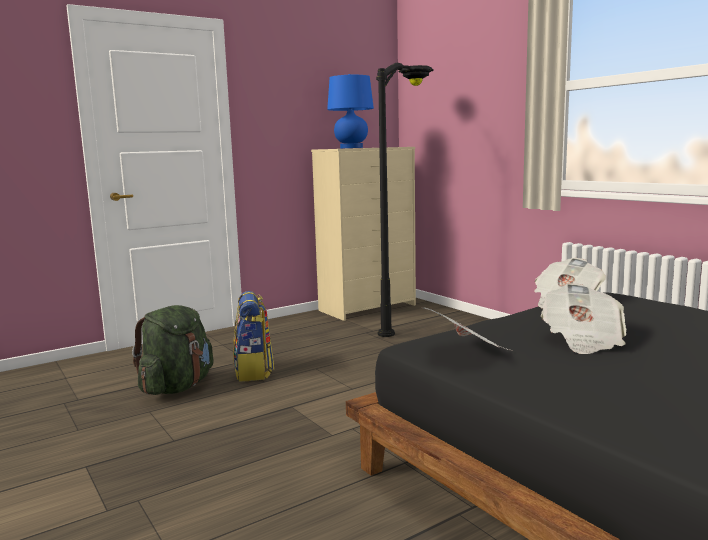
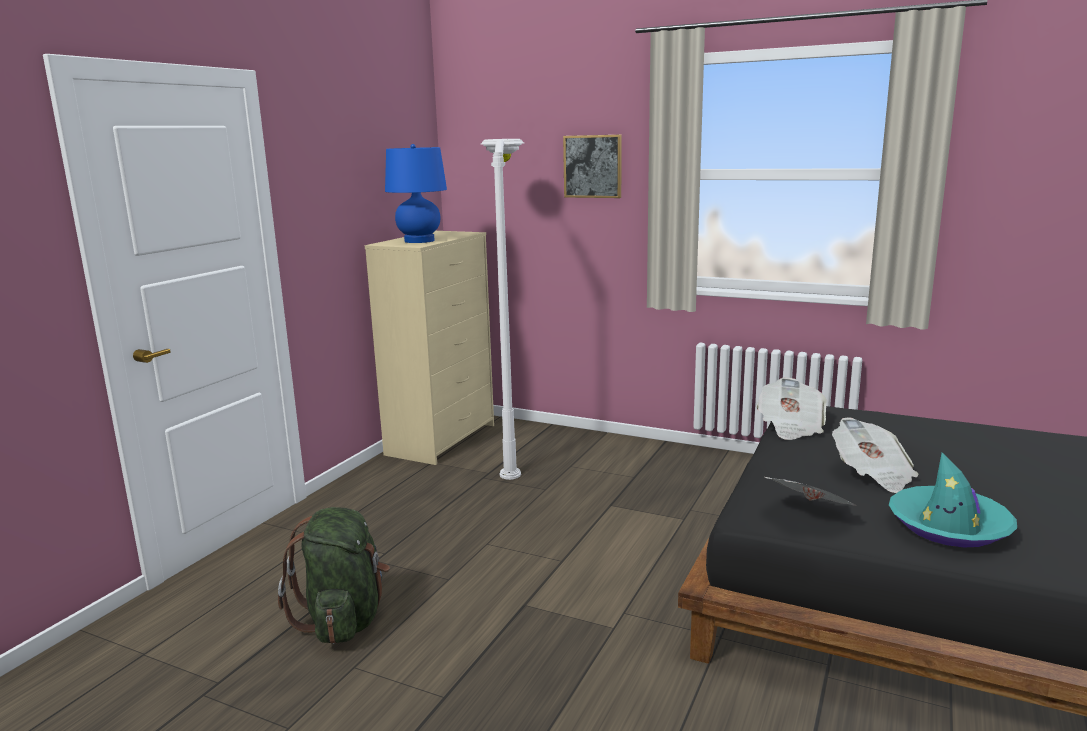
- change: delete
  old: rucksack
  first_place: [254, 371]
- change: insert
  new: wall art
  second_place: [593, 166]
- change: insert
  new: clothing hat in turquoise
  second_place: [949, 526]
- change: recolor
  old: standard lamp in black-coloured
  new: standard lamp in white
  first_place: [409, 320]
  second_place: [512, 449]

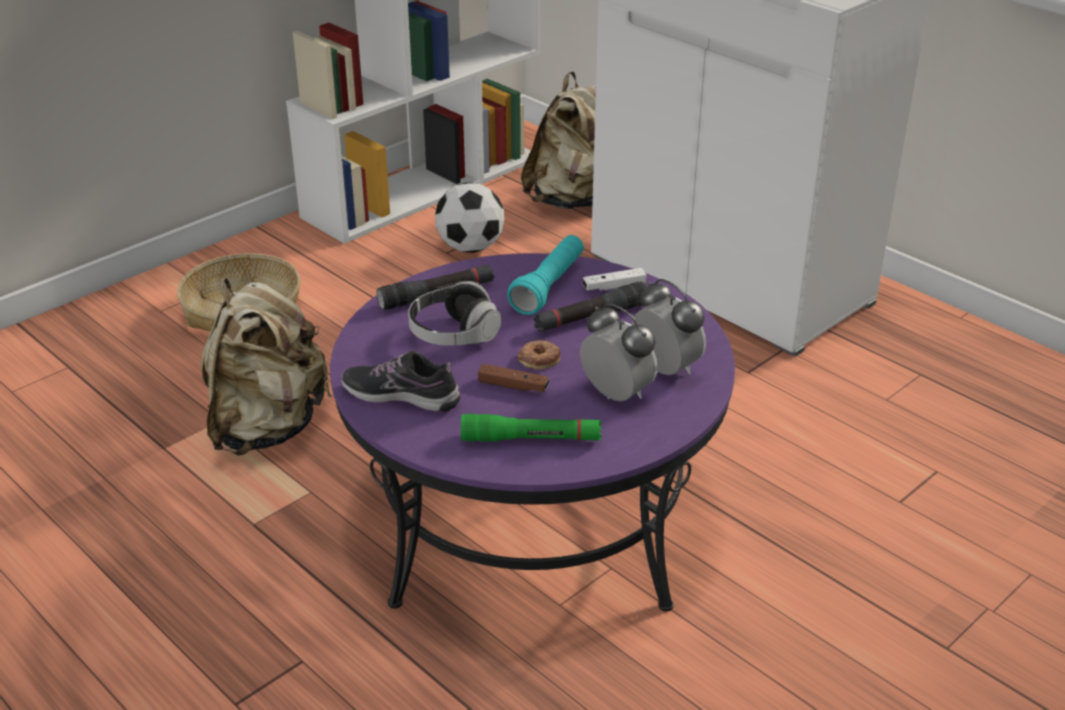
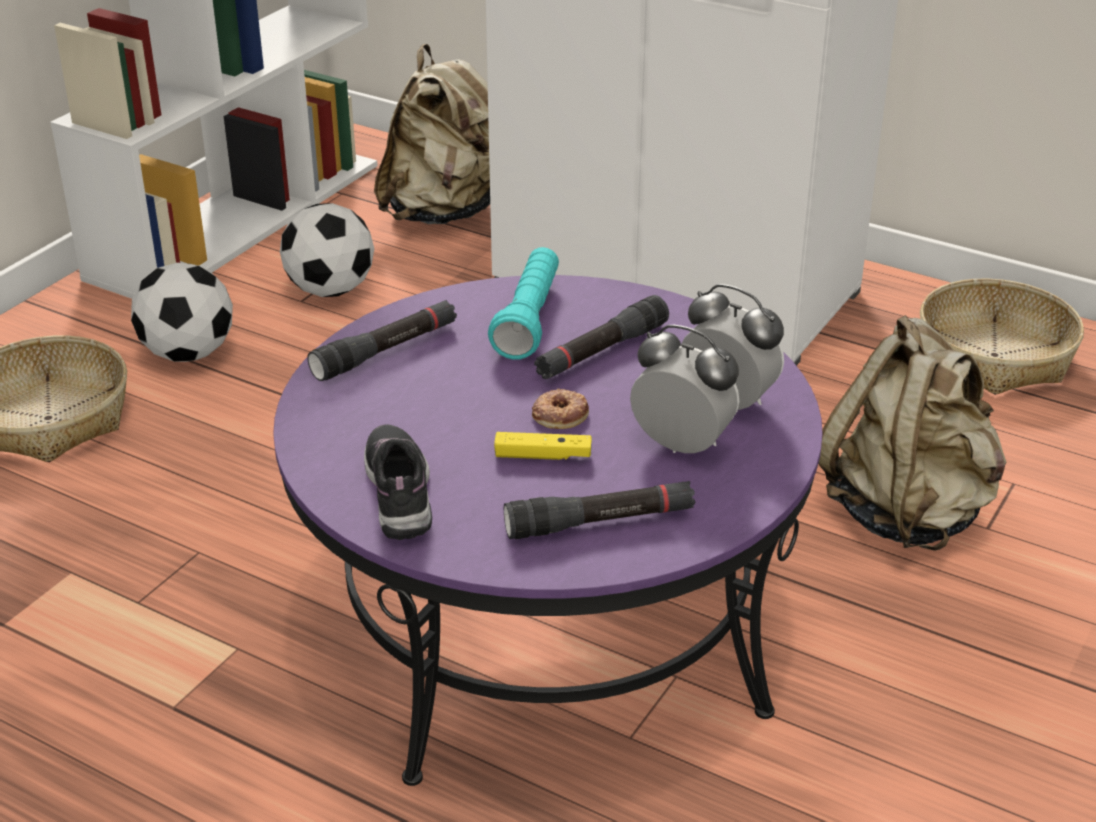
- change: delete
  old: headset
  first_place: [454, 334]
- change: delete
  old: gamepad in white
  first_place: [614, 287]
- change: insert
  new: ball for football
  second_place: [188, 353]
- change: insert
  new: household basket
  second_place: [994, 356]
- change: move
  old: rucksack in beige
  first_place: [267, 427]
  second_place: [907, 511]
- change: recolor
  old: hand torch in green
  new: hand torch in black-coloured
  first_place: [531, 439]
  second_place: [600, 522]
- change: recolor
  old: gamepad in brown
  new: gamepad in yellow-coloured
  first_place: [513, 386]
  second_place: [543, 455]
- change: rotate
  old: item of footwear
  first_place: [401, 395]
  second_place: [399, 492]
  degrees: 75

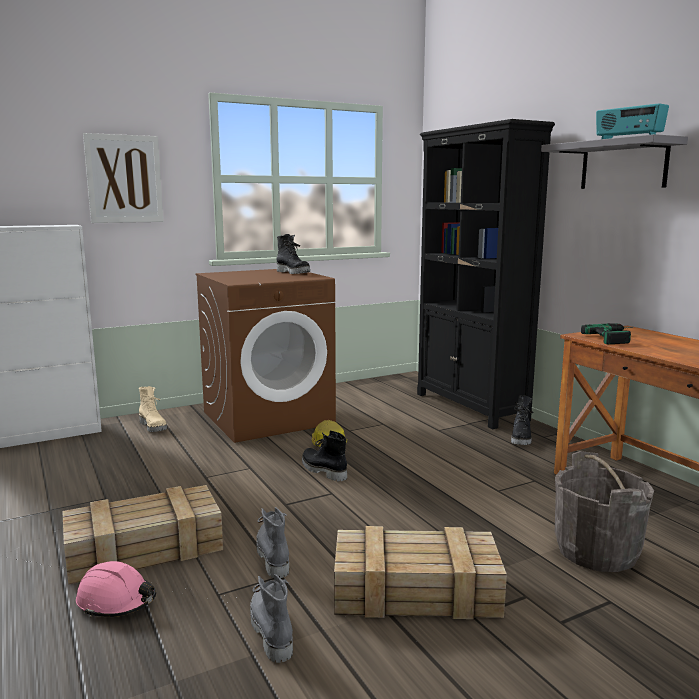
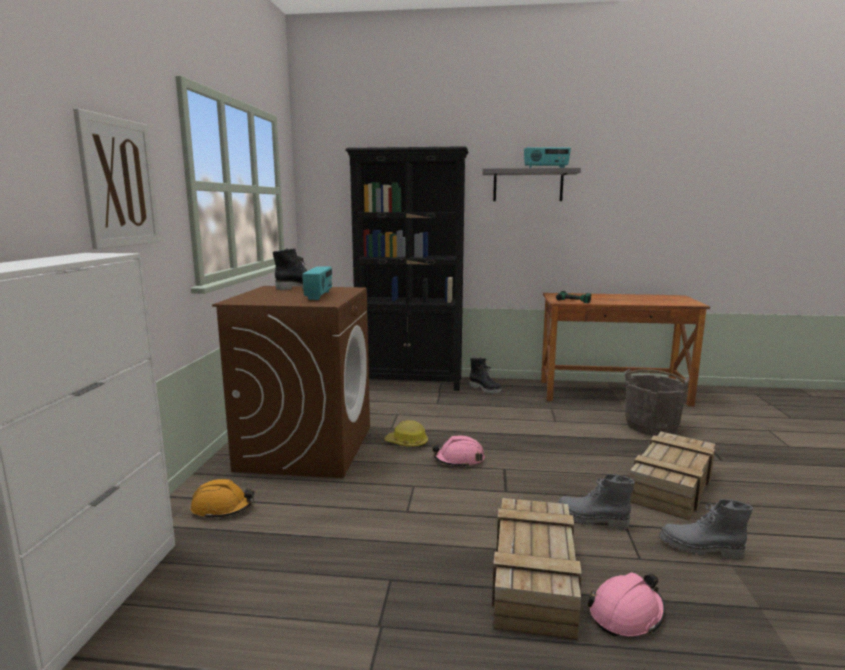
- change: insert
  new: radio
  second_place: [319, 295]
- change: replace
  old: boot in beige
  new: hard hat in orangey
  first_place: [154, 426]
  second_place: [222, 508]
- change: replace
  old: boot in black-coloured
  new: hard hat in pink-coloured
  first_place: [322, 471]
  second_place: [459, 460]

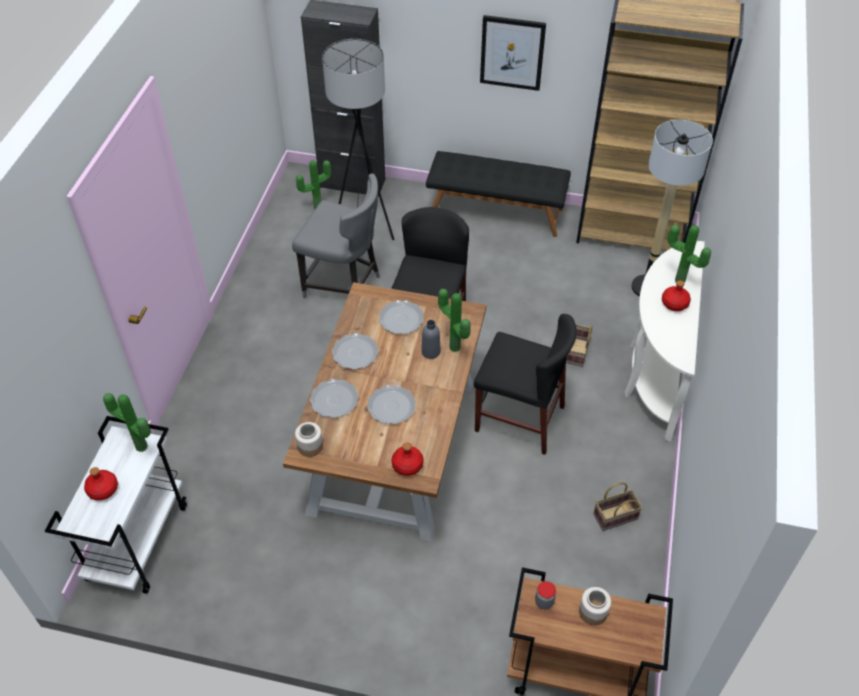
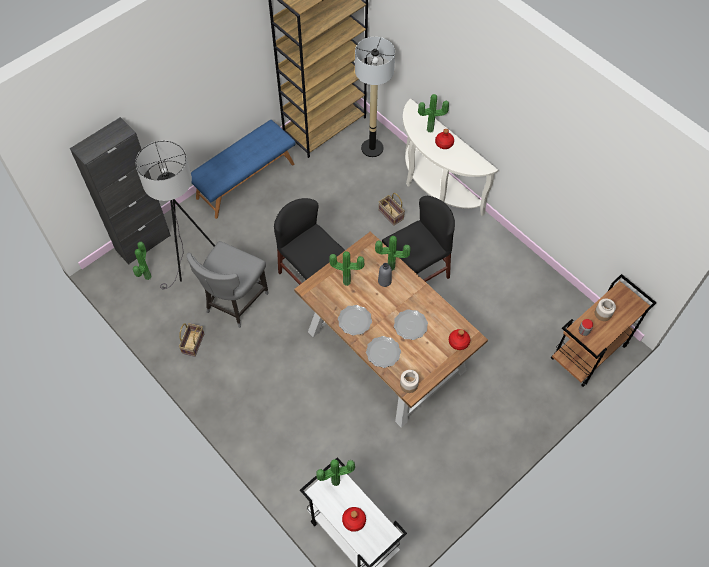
- change: delete
  old: wall art
  first_place: [512, 52]
- change: move
  old: household basket
  first_place: [615, 517]
  second_place: [193, 344]
- change: replace
  old: dinner plate
  new: potted plant
  first_place: [401, 319]
  second_place: [347, 281]
- change: recolor
  old: bench in black-coloured
  new: bench in blue
  first_place: [496, 212]
  second_place: [245, 180]
- change: rotate
  old: chair in grey
  first_place: [344, 285]
  second_place: [234, 302]
  degrees: 150

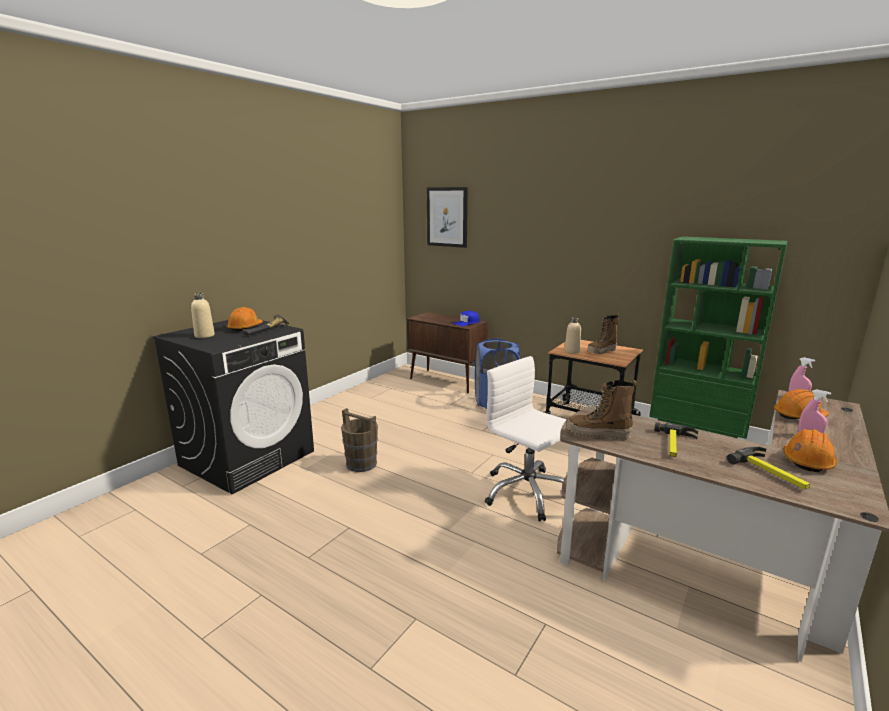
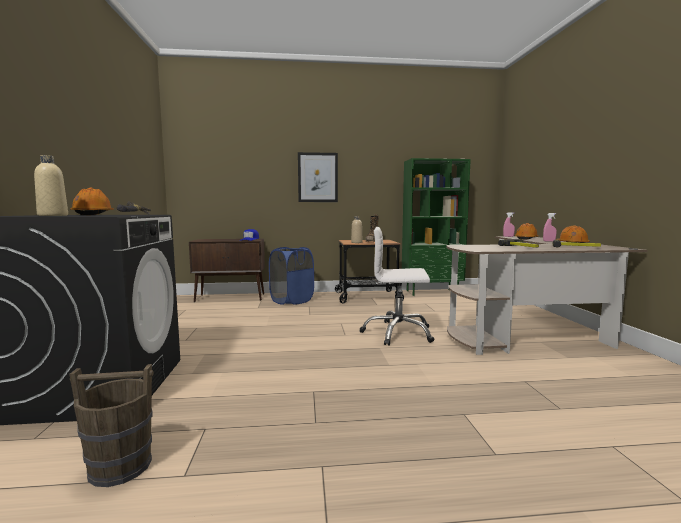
- change: delete
  old: boot
  first_place: [598, 434]
- change: move
  old: water bucket in brown
  first_place: [361, 464]
  second_place: [119, 467]
- change: move
  old: wall art
  first_place: [447, 217]
  second_place: [317, 177]

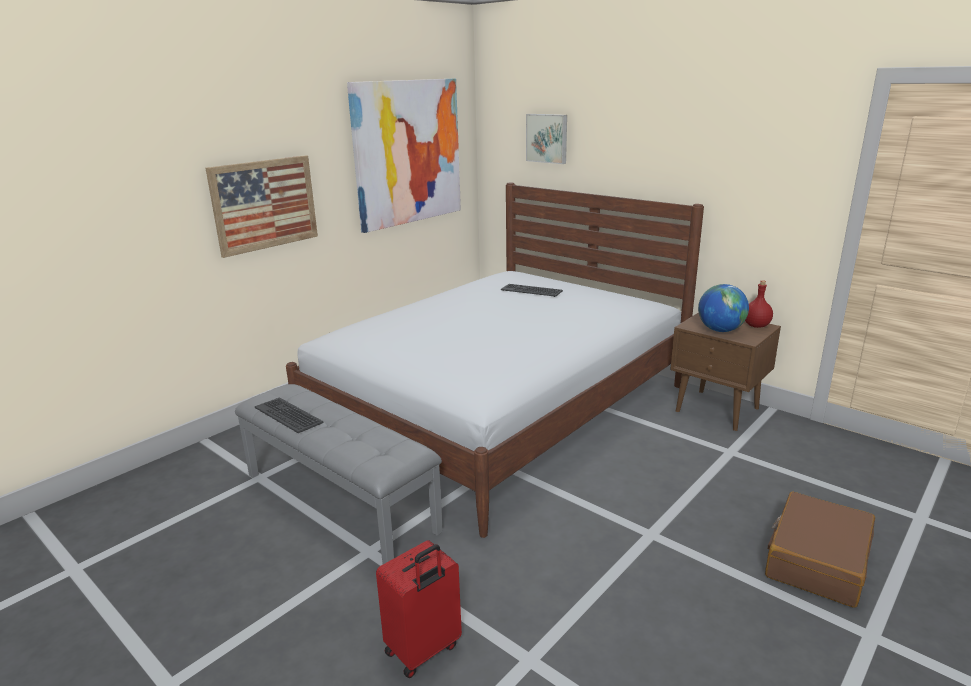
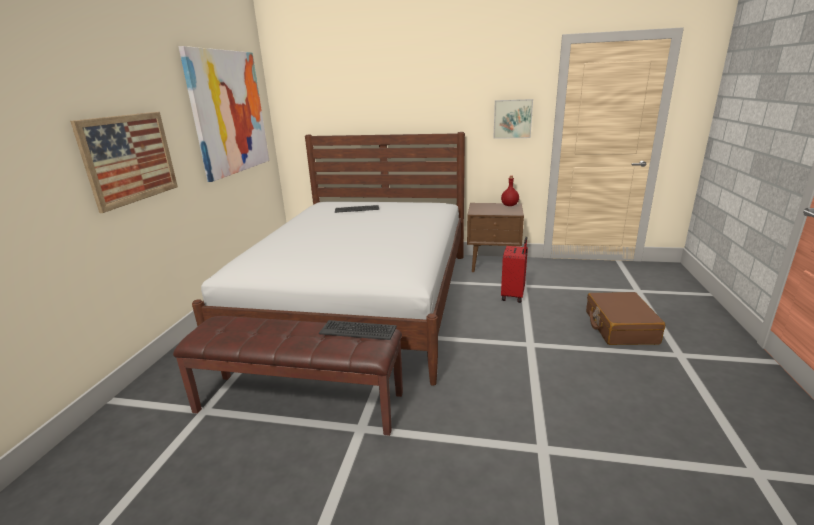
- change: delete
  old: globe
  first_place: [720, 330]
- change: move
  old: keyboard
  first_place: [289, 415]
  second_place: [358, 330]
- change: move
  old: travel case in red
  first_place: [423, 650]
  second_place: [513, 296]
- change: move
  old: wall art
  first_place: [547, 138]
  second_place: [512, 119]
- change: recolor
  old: bench in grey
  new: bench in brown
  first_place: [340, 501]
  second_place: [300, 401]

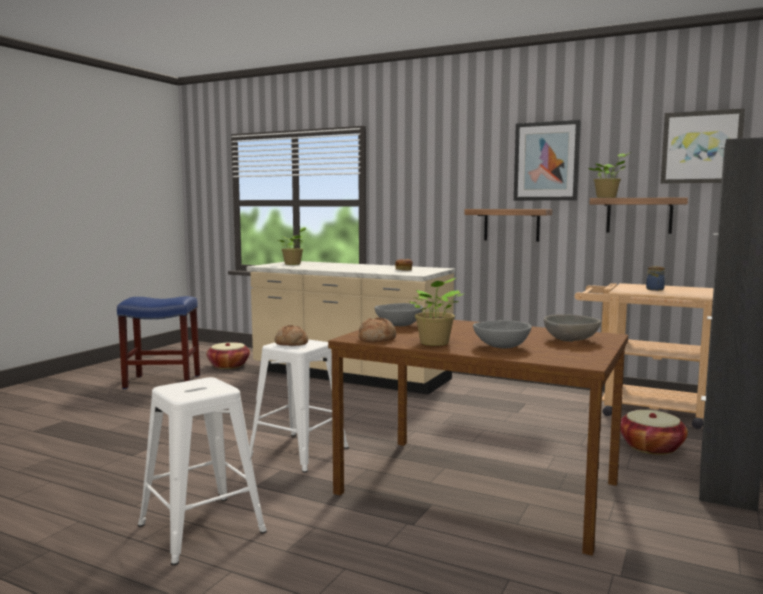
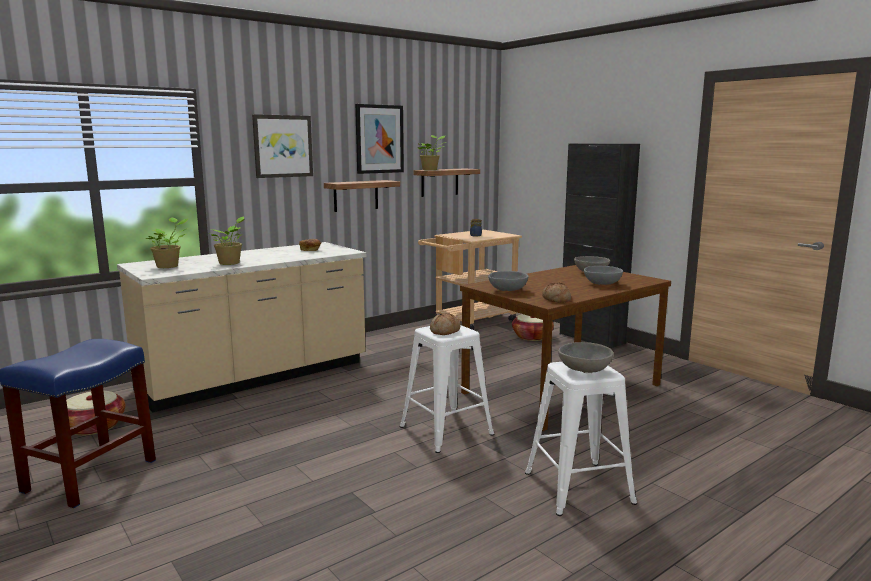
- change: insert
  new: serving bowl in grey
  second_place: [583, 370]
- change: move
  old: potted plant
  first_place: [434, 343]
  second_place: [230, 263]
- change: move
  old: wall art
  first_place: [701, 147]
  second_place: [282, 146]

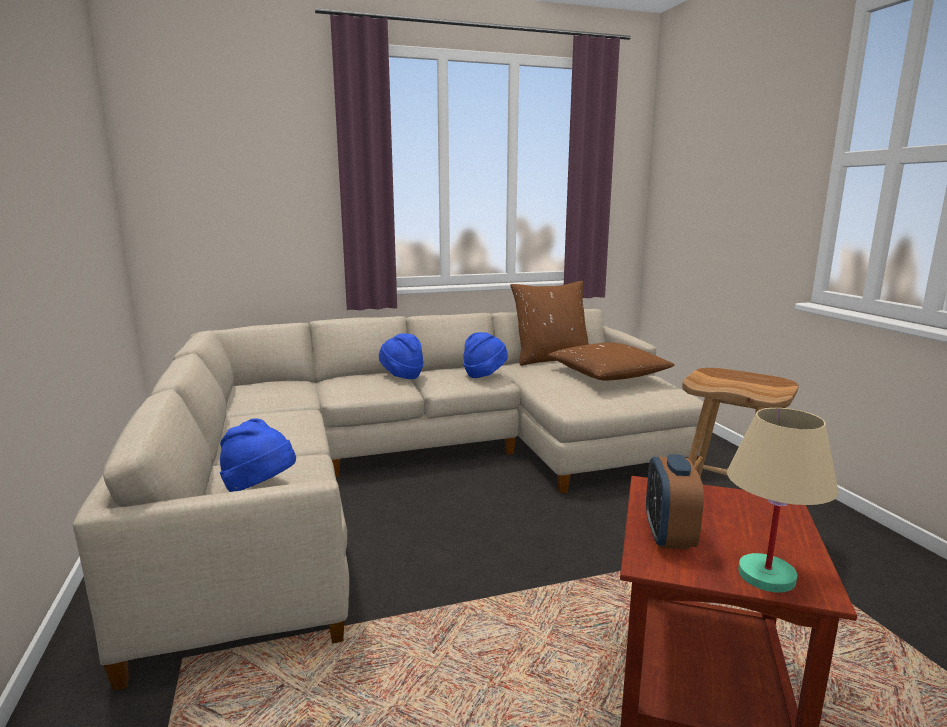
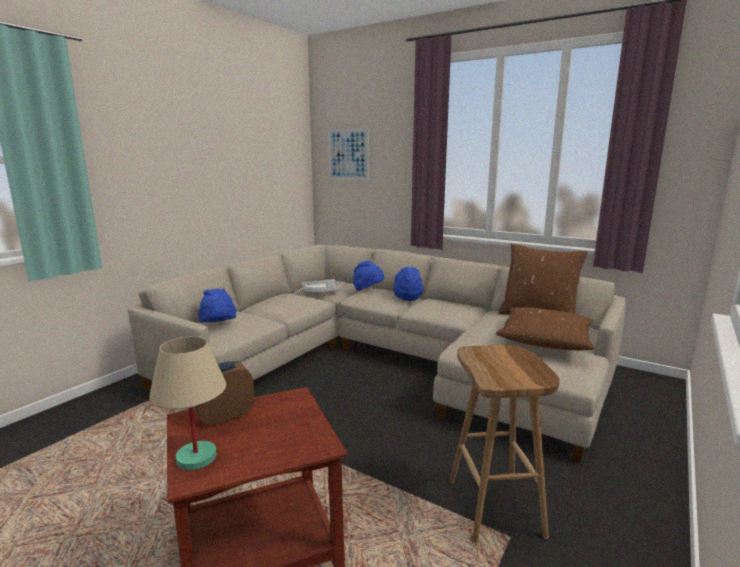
- change: insert
  new: serving tray in white
  second_place: [321, 291]
- change: insert
  new: wall art
  second_place: [348, 154]
- change: move
  old: clothing hat in blue
  first_place: [484, 375]
  second_place: [368, 290]

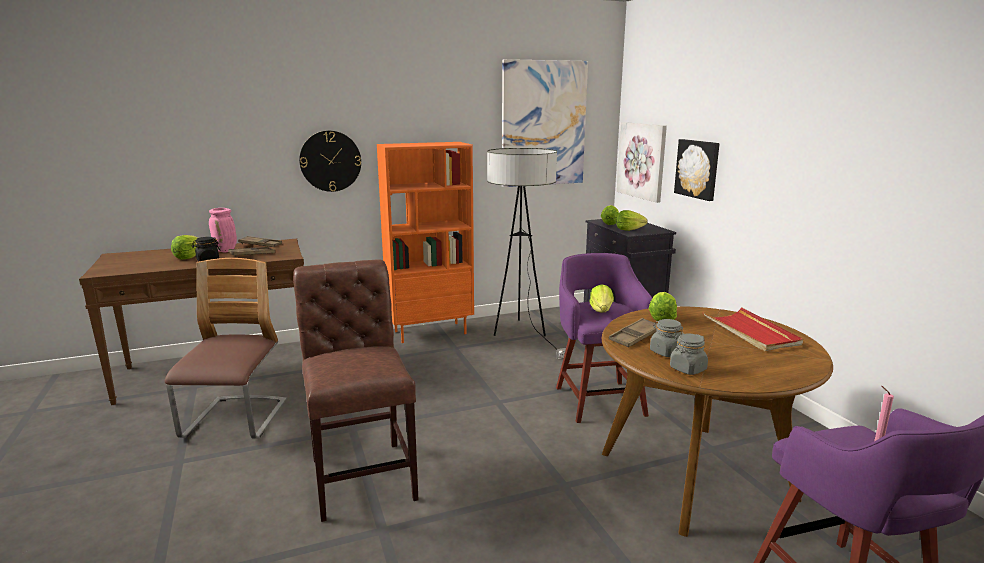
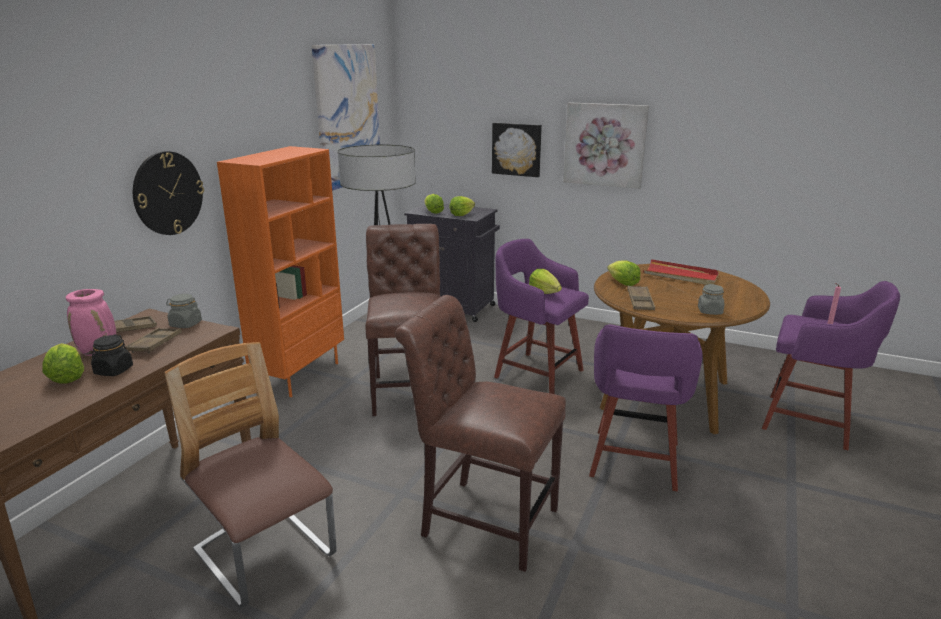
- change: insert
  new: chair in brown
  second_place: [409, 390]
- change: insert
  new: stool seat in purple
  second_place: [634, 461]
- change: move
  old: wall art
  first_place: [642, 160]
  second_place: [605, 145]
- change: move
  old: preserve jar in grey
  first_place: [666, 352]
  second_place: [185, 324]

